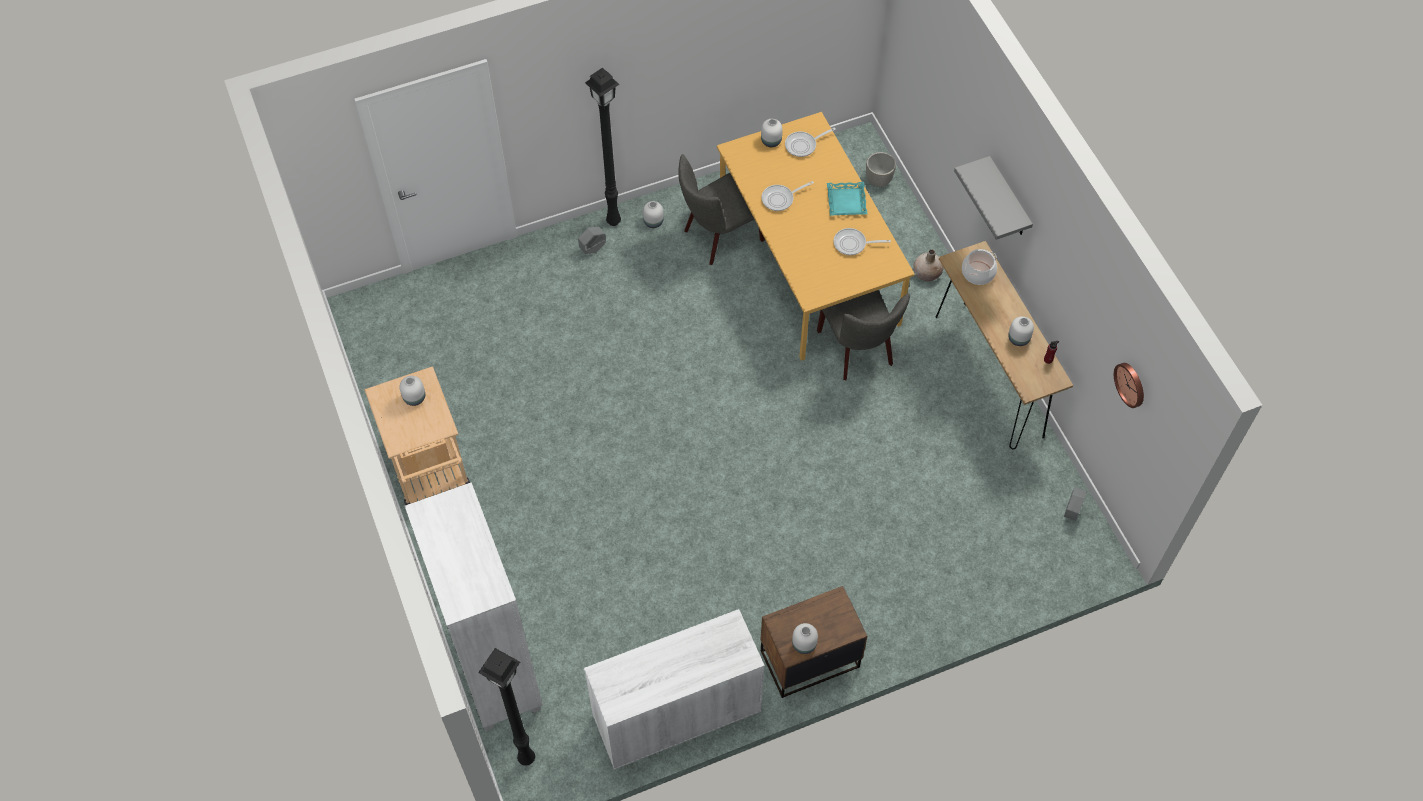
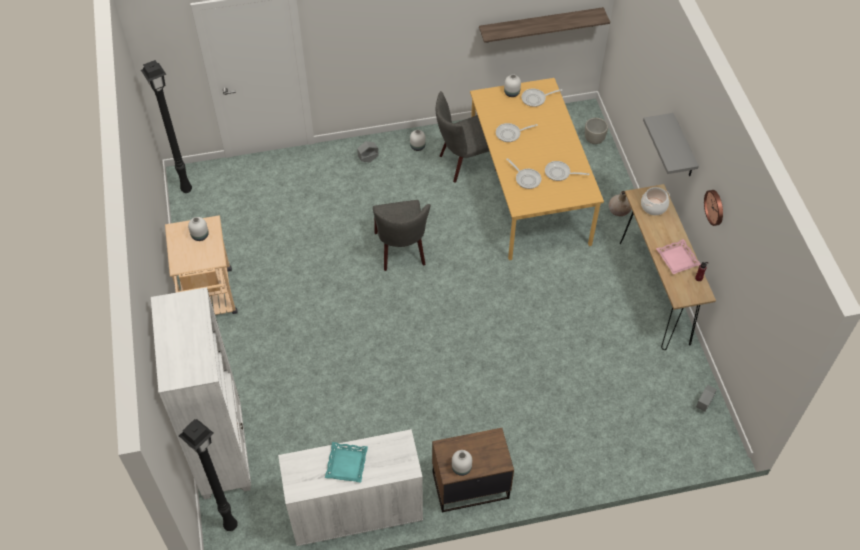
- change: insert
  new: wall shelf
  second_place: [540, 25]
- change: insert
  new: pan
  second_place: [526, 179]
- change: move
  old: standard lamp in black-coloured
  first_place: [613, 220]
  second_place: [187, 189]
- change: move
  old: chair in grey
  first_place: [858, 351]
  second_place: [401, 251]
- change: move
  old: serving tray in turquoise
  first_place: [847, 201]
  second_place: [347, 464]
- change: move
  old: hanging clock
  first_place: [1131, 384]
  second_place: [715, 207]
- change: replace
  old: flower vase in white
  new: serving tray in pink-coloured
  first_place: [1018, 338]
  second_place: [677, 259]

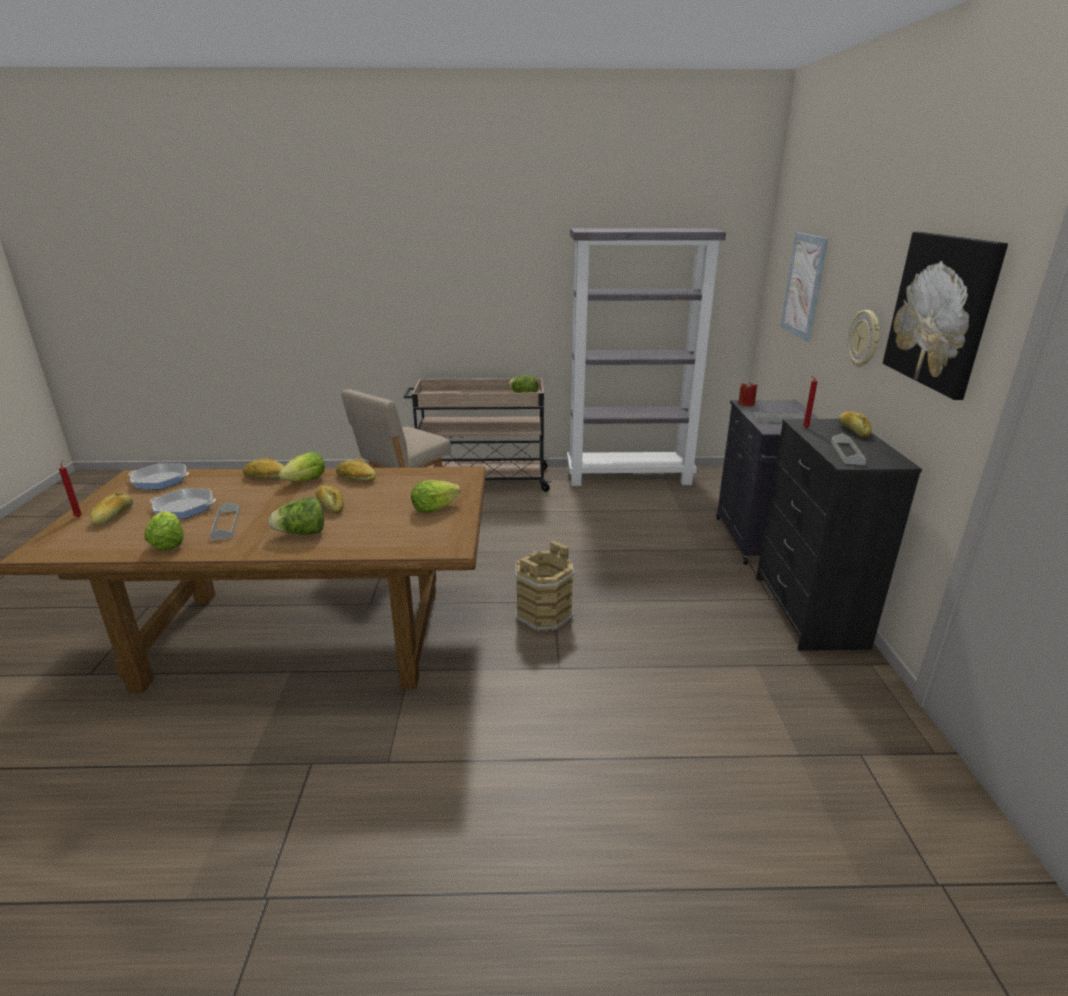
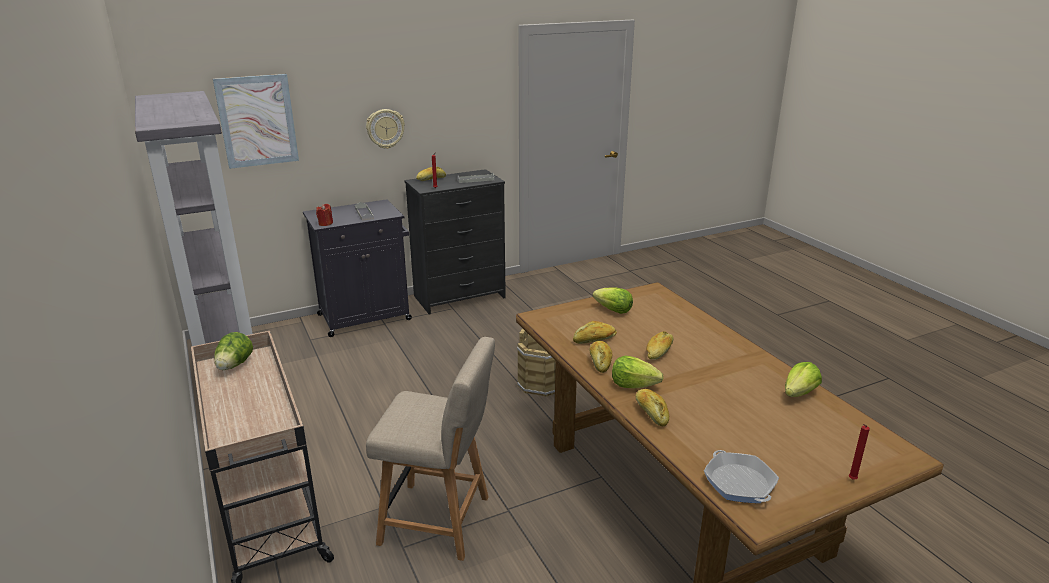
- change: delete
  old: pan
  first_place: [184, 508]
- change: delete
  old: serving tray in grey
  first_place: [226, 524]
- change: delete
  old: lettuce head
  first_place: [301, 533]
- change: delete
  old: wall art
  first_place: [942, 311]
- change: move
  old: bakery bread
  first_place: [114, 516]
  second_place: [594, 340]

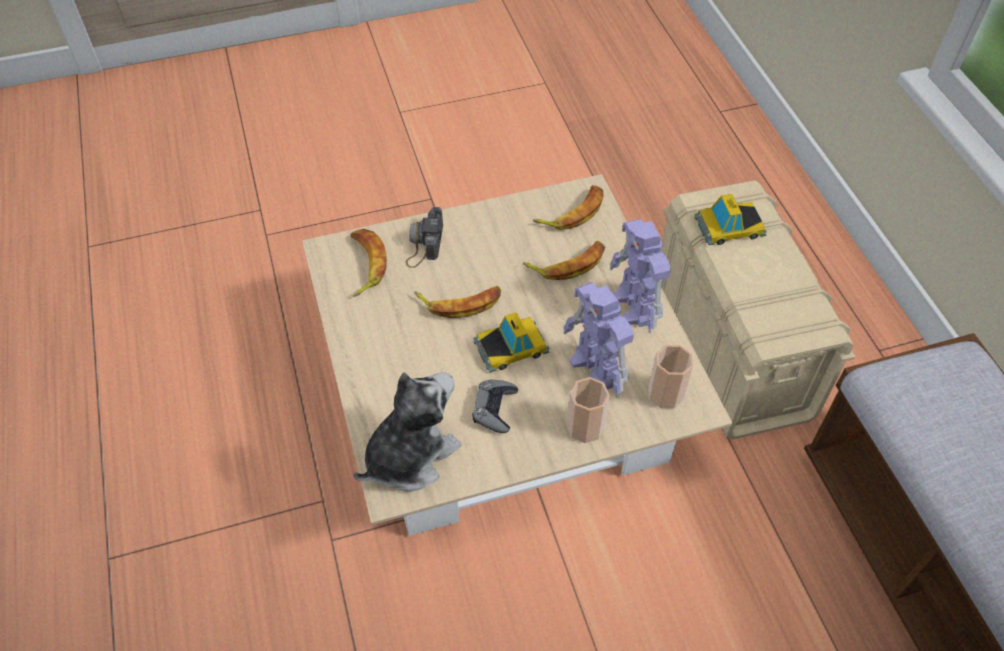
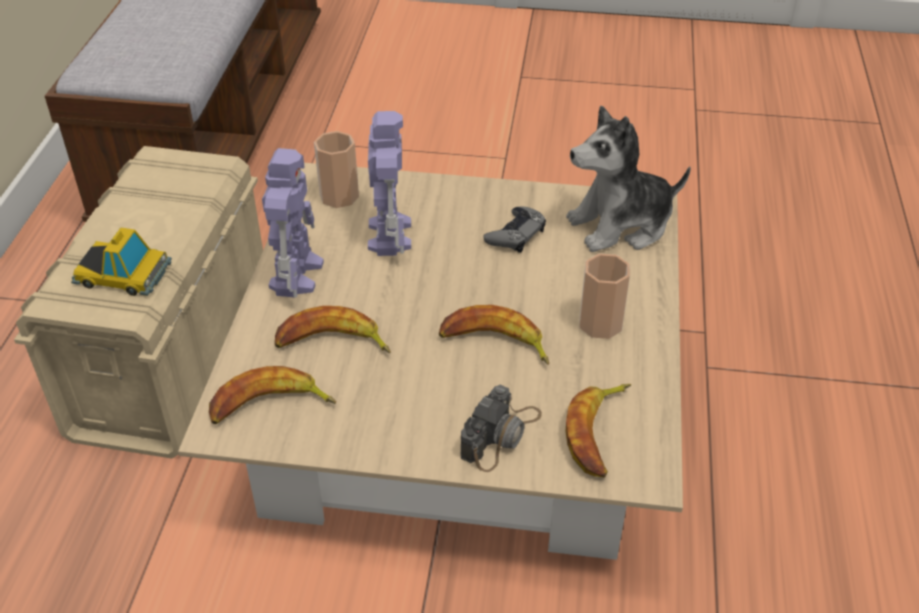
- change: delete
  old: miniature car
  first_place: [511, 347]
- change: move
  old: small cup
  first_place: [585, 427]
  second_place: [600, 324]

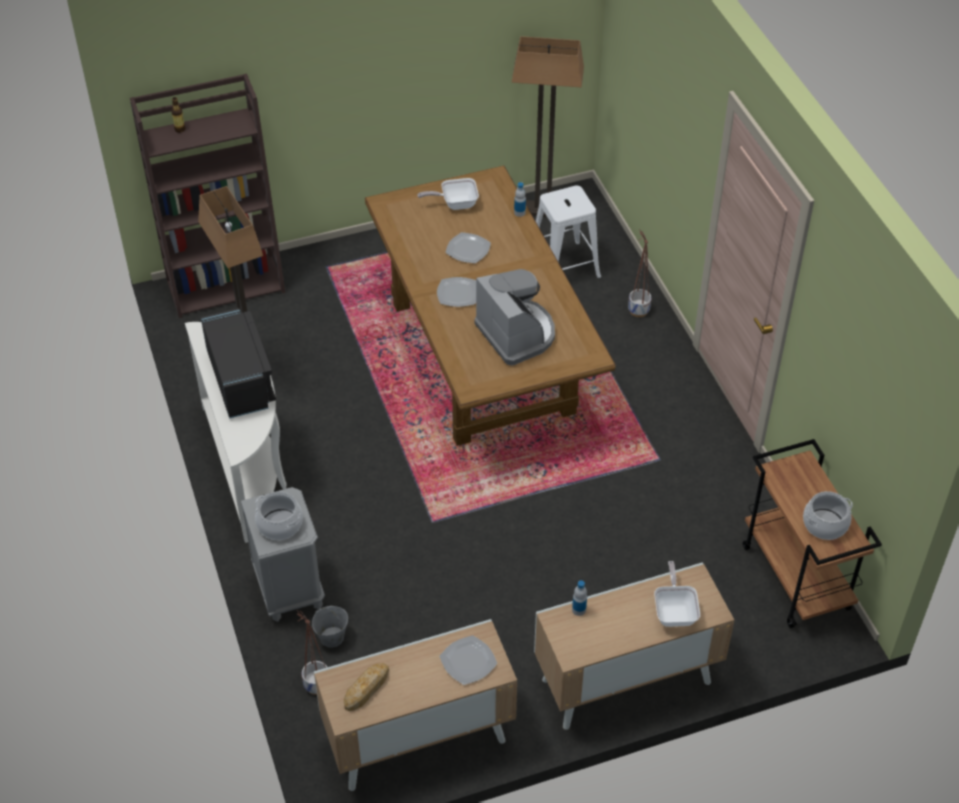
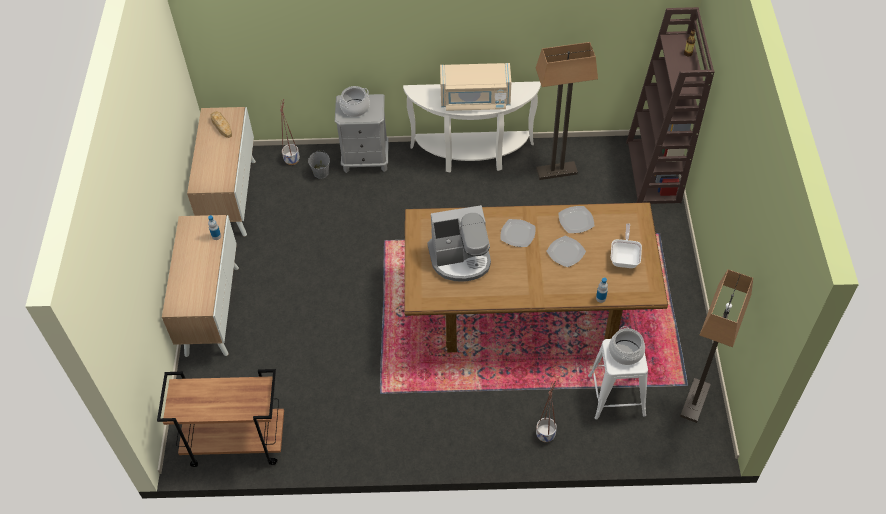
- change: delete
  old: pan
  first_place: [675, 611]
- change: move
  old: dinner plate
  first_place: [468, 661]
  second_place: [576, 220]
- change: move
  old: cooking pot
  first_place: [825, 524]
  second_place: [626, 352]
- change: recolor
  old: microwave in black-coloured
  new: microwave in beige
  first_place: [240, 380]
  second_place: [475, 100]

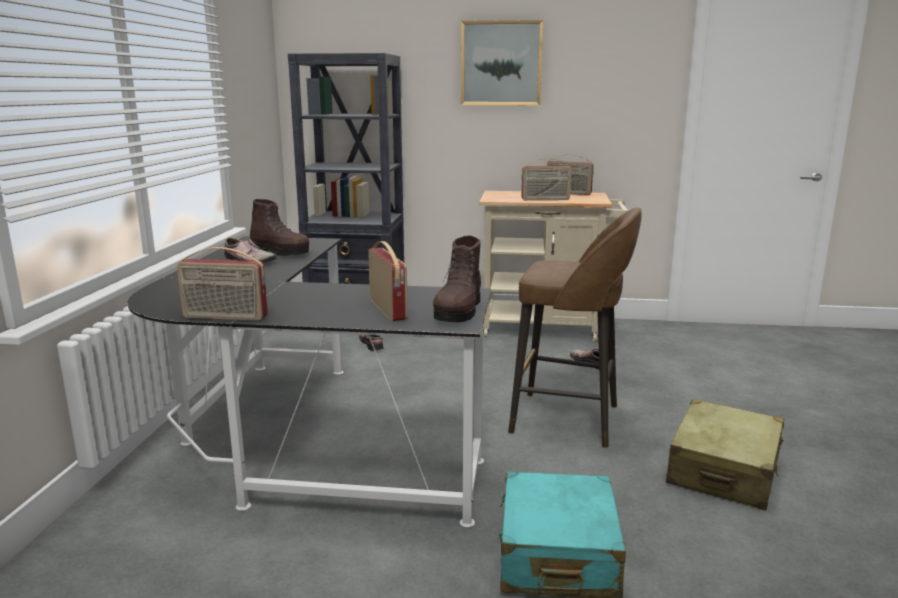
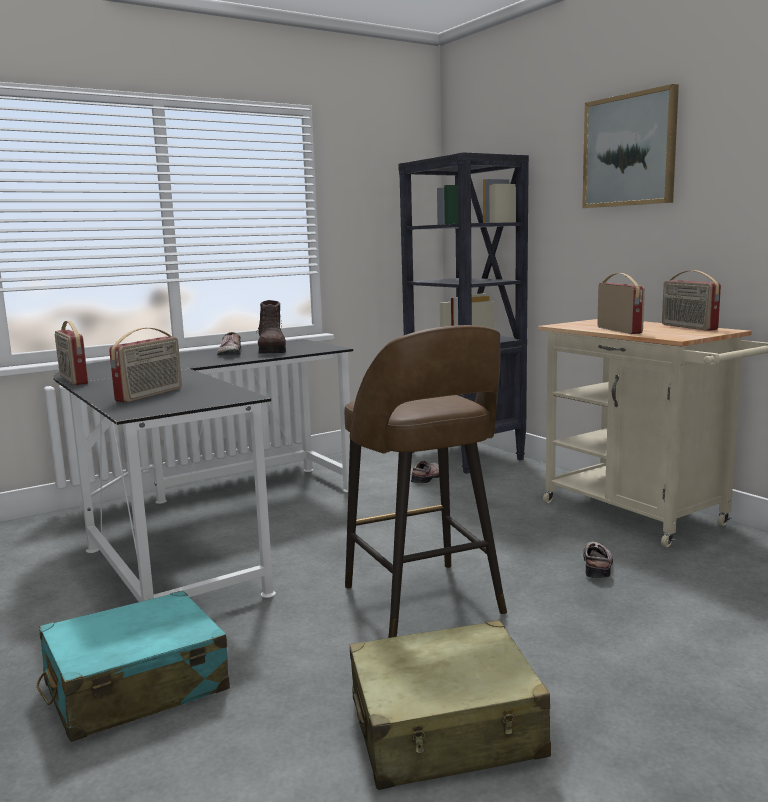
- change: delete
  old: boot in brown
  first_place: [459, 311]
- change: rotate
  old: radio
  first_place: [545, 199]
  second_place: [620, 330]
  degrees: -150

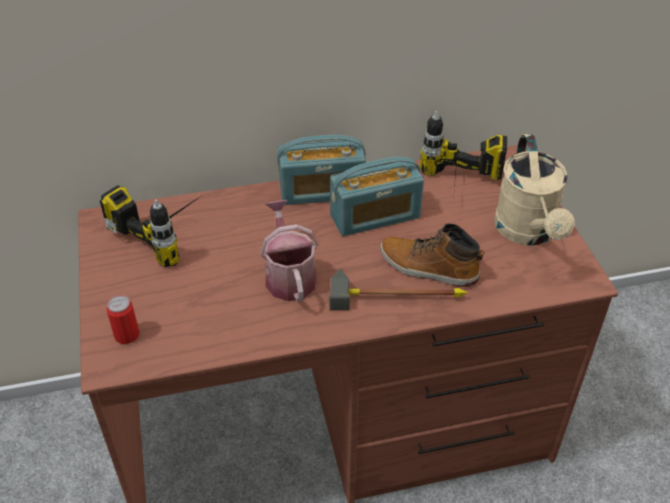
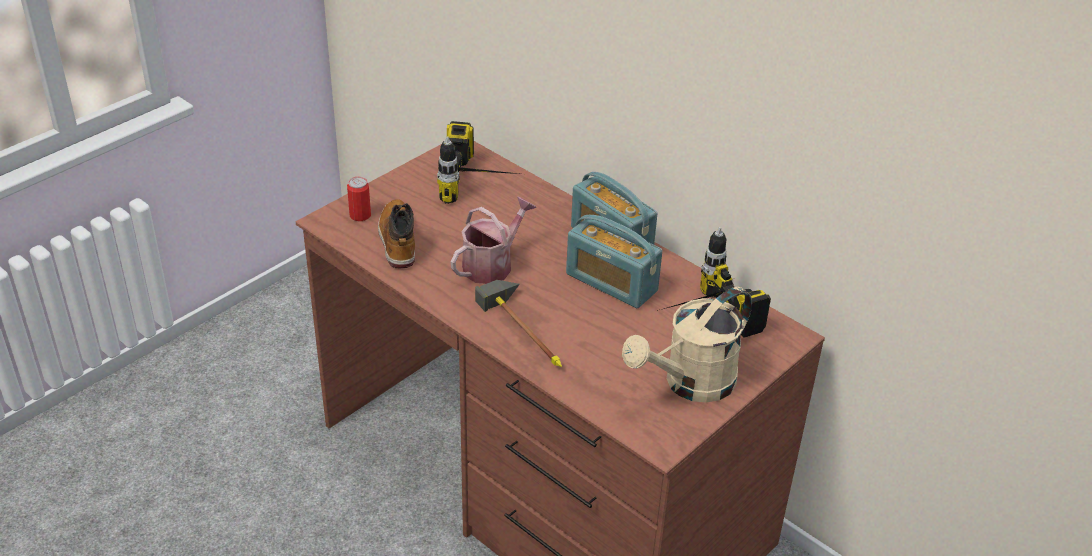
- change: move
  old: boot
  first_place: [428, 268]
  second_place: [397, 240]

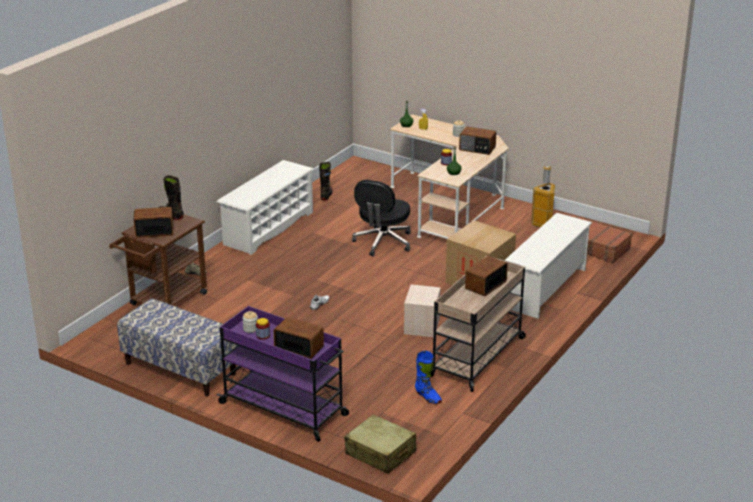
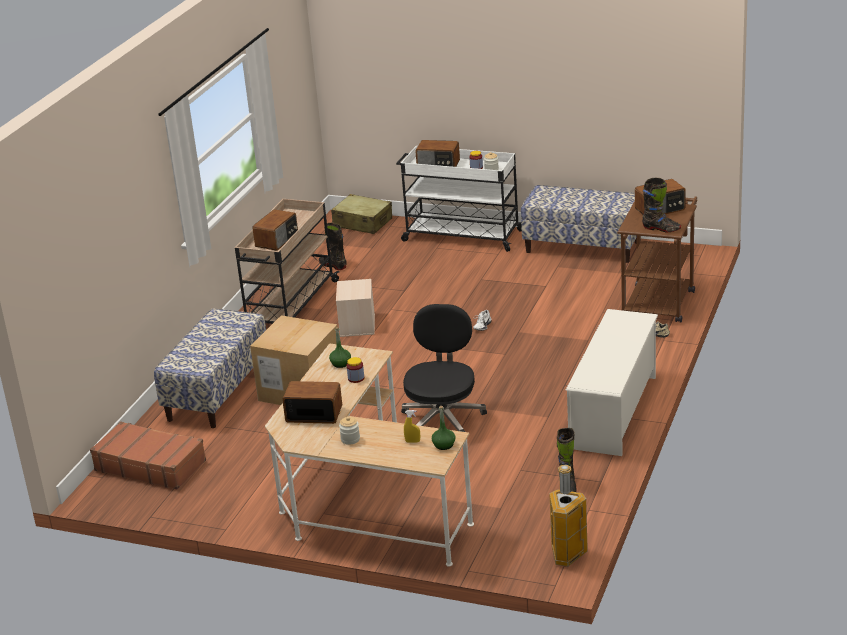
- change: move
  old: trash can
  first_place: [543, 224]
  second_place: [567, 555]
- change: replace
  old: shoe shelf in white
  new: bench
  first_place: [545, 288]
  second_place: [217, 392]
- change: recolor
  old: trolley in purple
  new: trolley in white
  first_place: [284, 409]
  second_place: [461, 236]
- change: recolor
  old: boot in blue
  new: boot in black-coloured
  first_place: [427, 397]
  second_place: [333, 265]

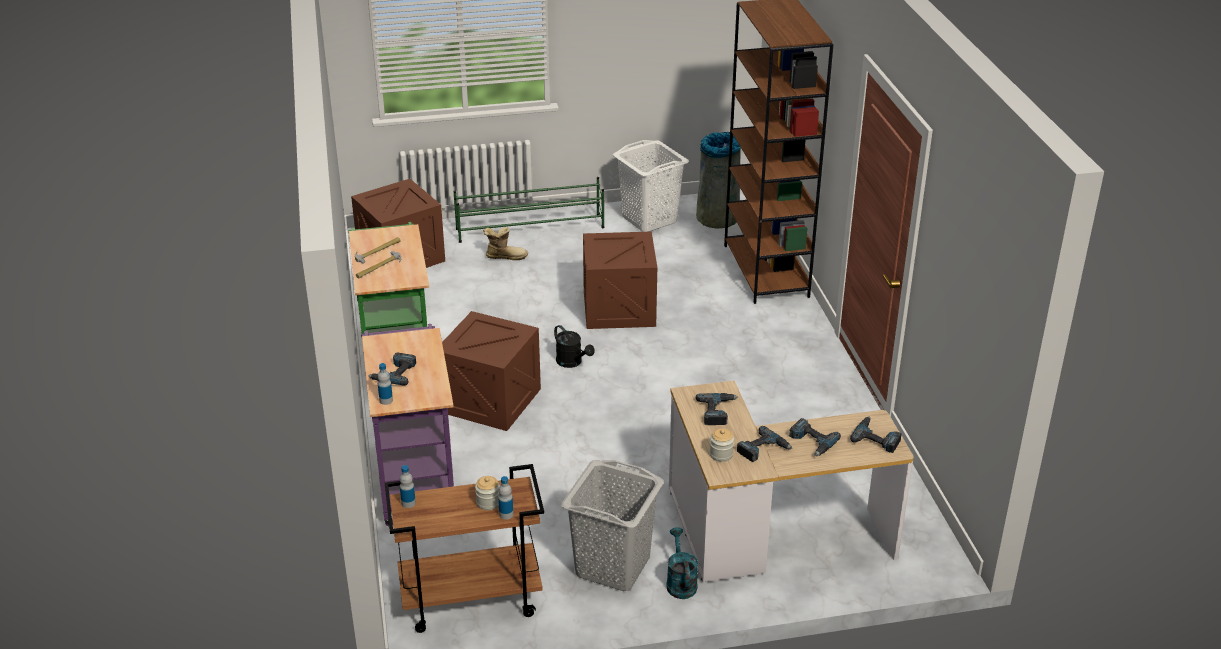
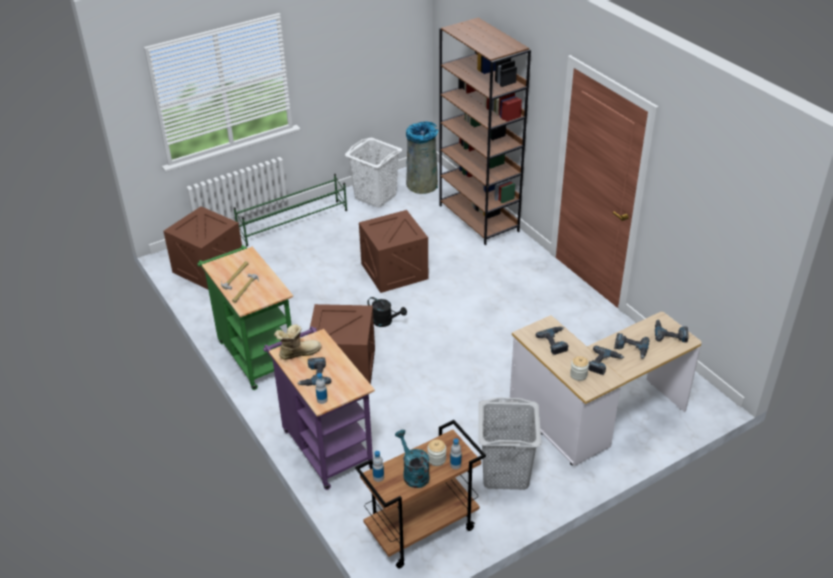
- change: move
  old: boot
  first_place: [505, 256]
  second_place: [298, 352]
- change: move
  old: watering can in turquoise
  first_place: [680, 582]
  second_place: [413, 473]

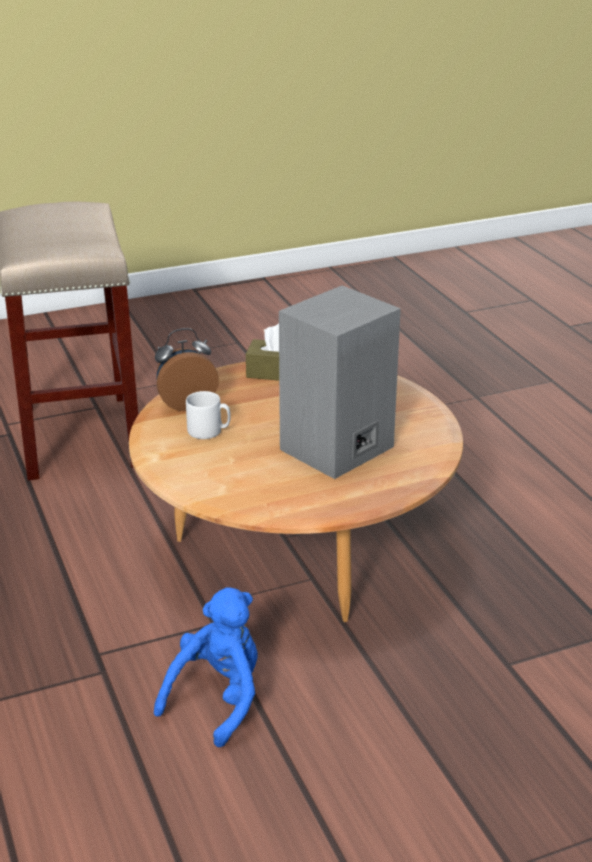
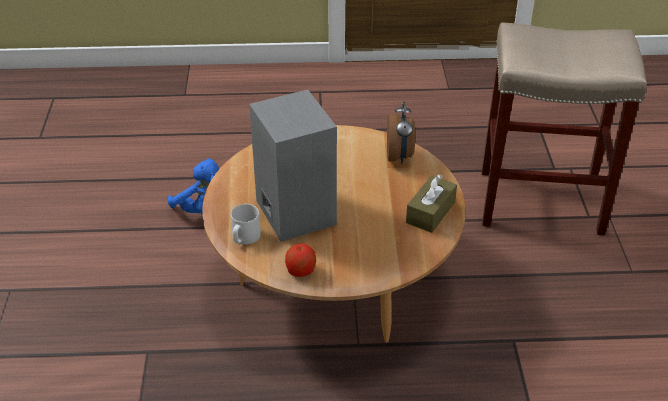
- change: insert
  new: whole apple
  second_place: [300, 271]
- change: move
  old: mug in grey
  first_place: [209, 431]
  second_place: [244, 238]

